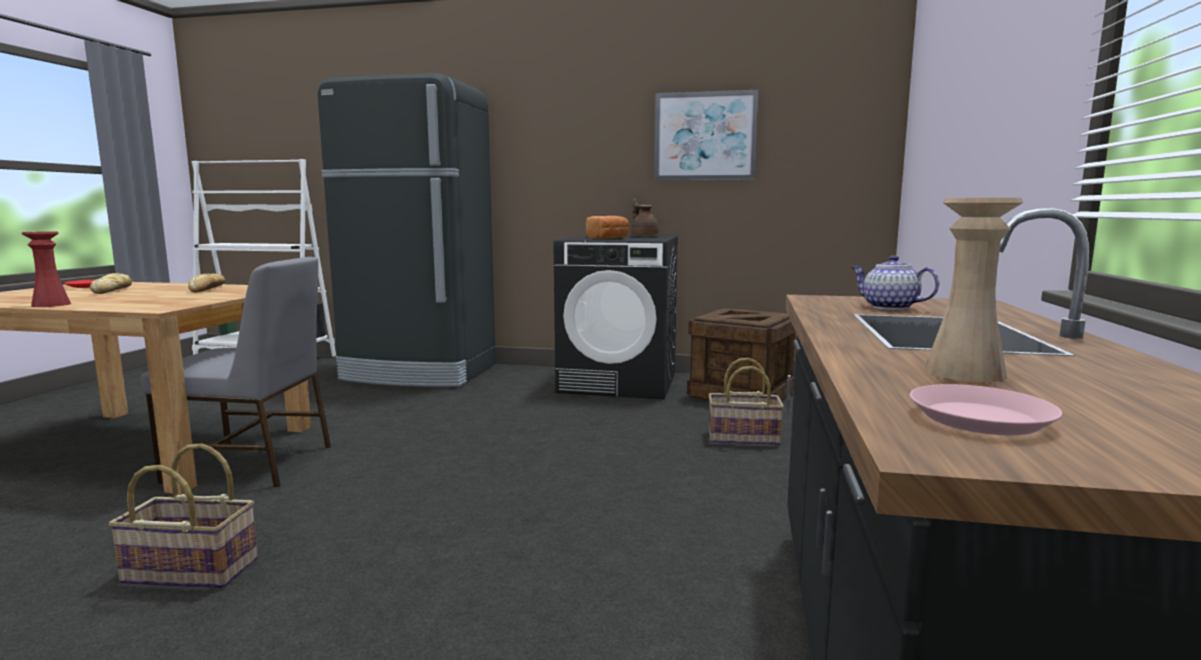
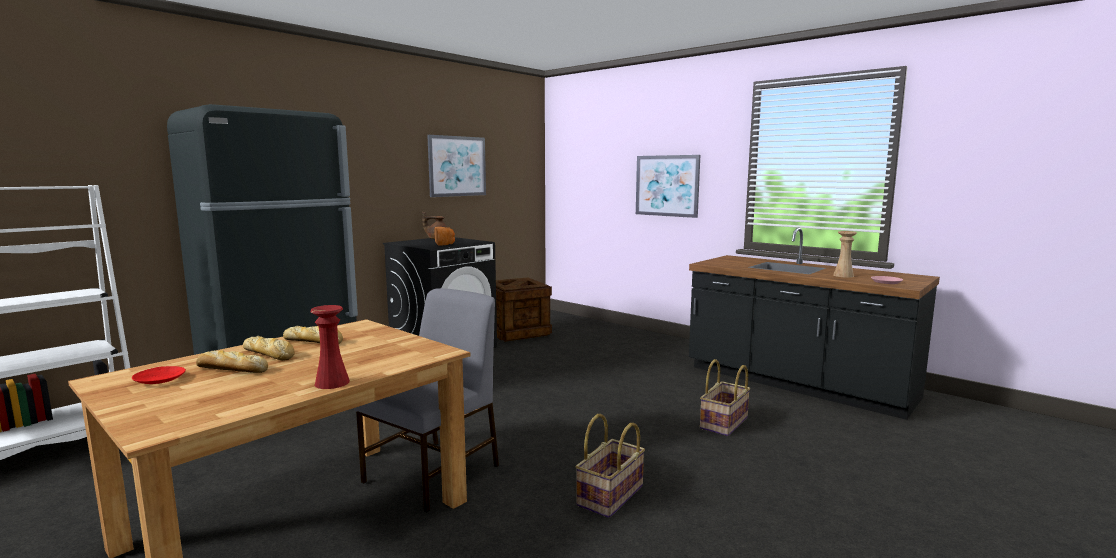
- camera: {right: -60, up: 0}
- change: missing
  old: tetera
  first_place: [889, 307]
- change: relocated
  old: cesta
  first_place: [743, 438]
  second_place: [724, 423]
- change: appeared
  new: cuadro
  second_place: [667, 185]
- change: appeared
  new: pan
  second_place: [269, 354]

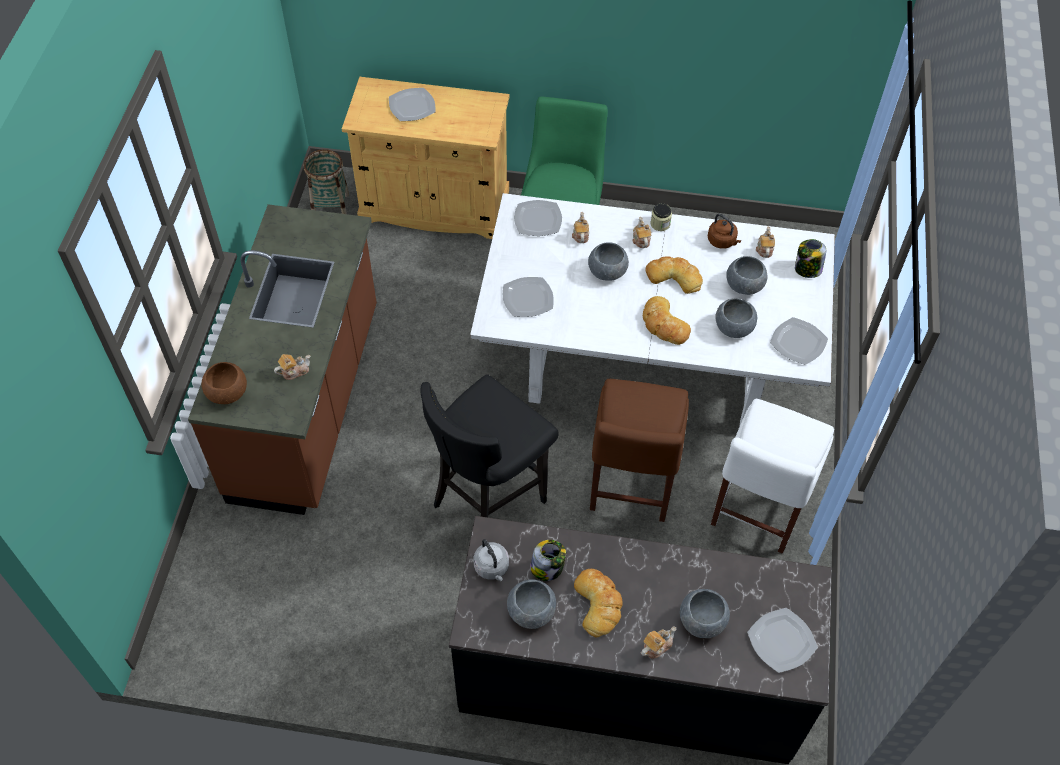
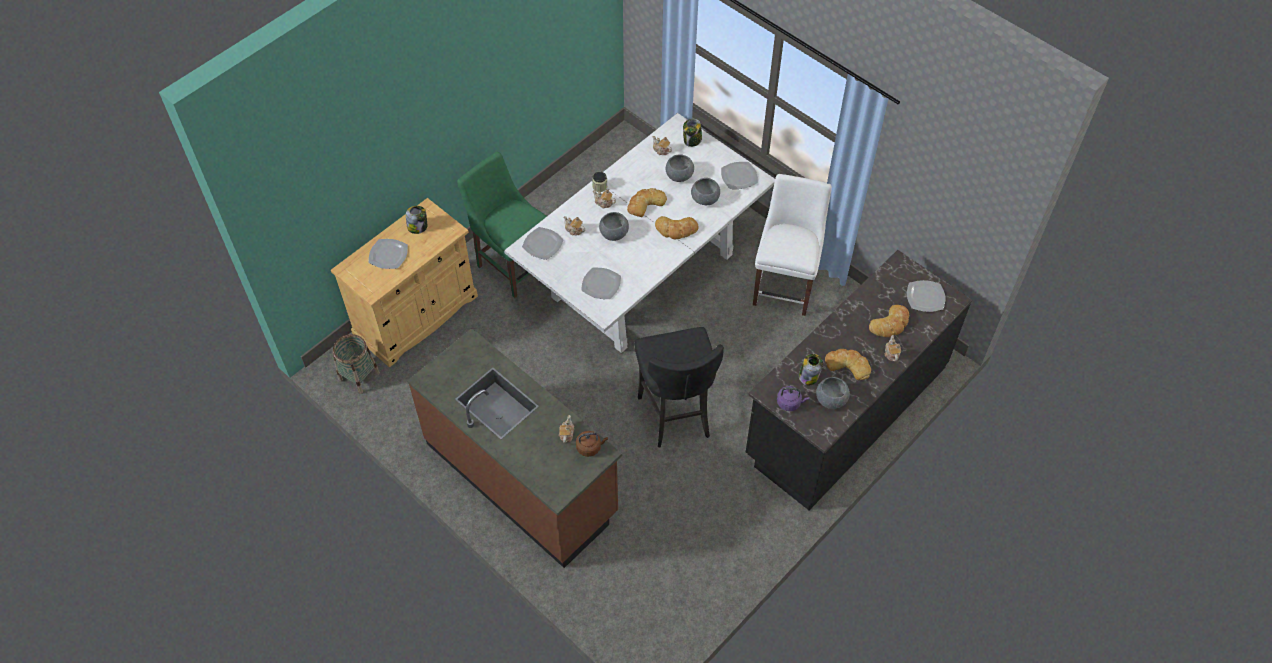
- camera: {right: -55, up: 0}
- change: relocated
  old: hervidor/marrón
  first_place: [722, 241]
  second_place: [590, 447]
- change: missing
  old: cuenco/marrón
  first_place: [227, 392]
- change: missing
  old: silla/marrón
  first_place: [630, 486]
- change: spun
  old: silla/blanco
  first_place: [756, 511]
  second_place: [785, 285]
  degrees: -135
- change: colour
  old: hervidor/gris
  new: hervidor/morado
  first_place: [492, 568]
  second_place: [790, 403]
- change: exchanged
  old: cuenco/gris
  new: pan
  first_place: [702, 621]
  second_place: [890, 324]
- change: appeared
  new: tarro
  second_place: [418, 227]

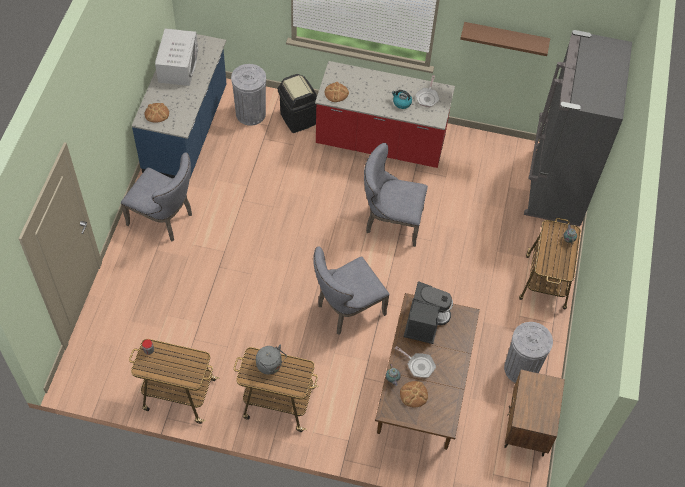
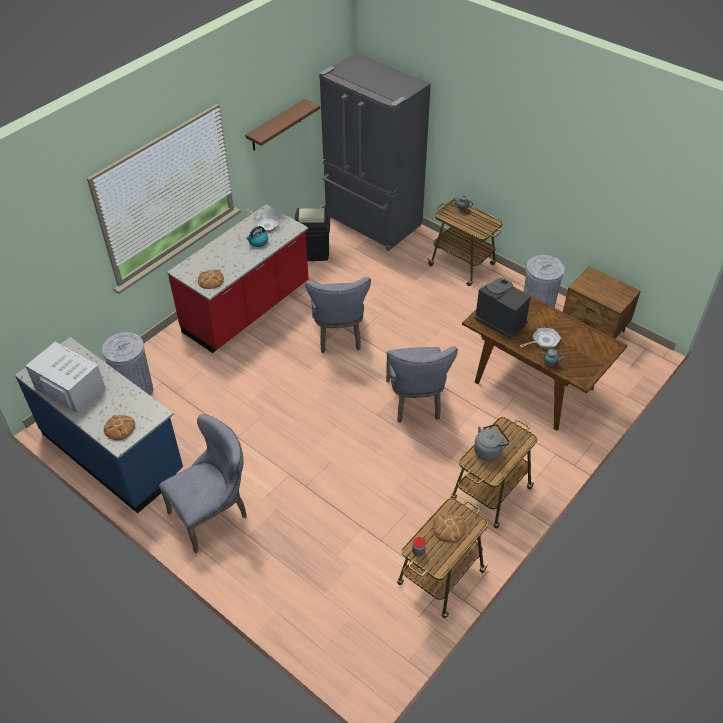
- camera: {right: -60, up: -10}
- change: relocated
  old: papelera/negro
  first_place: [297, 119]
  second_place: [313, 252]
- change: spun
  old: silla/gris
  first_place: [390, 221]
  second_place: [339, 336]
  degrees: -45
- change: relocated
  old: pan
  first_place: [414, 394]
  second_place: [449, 528]

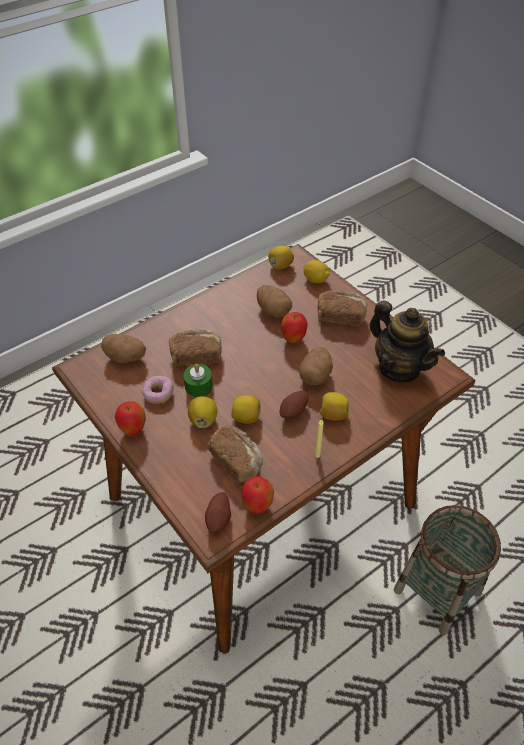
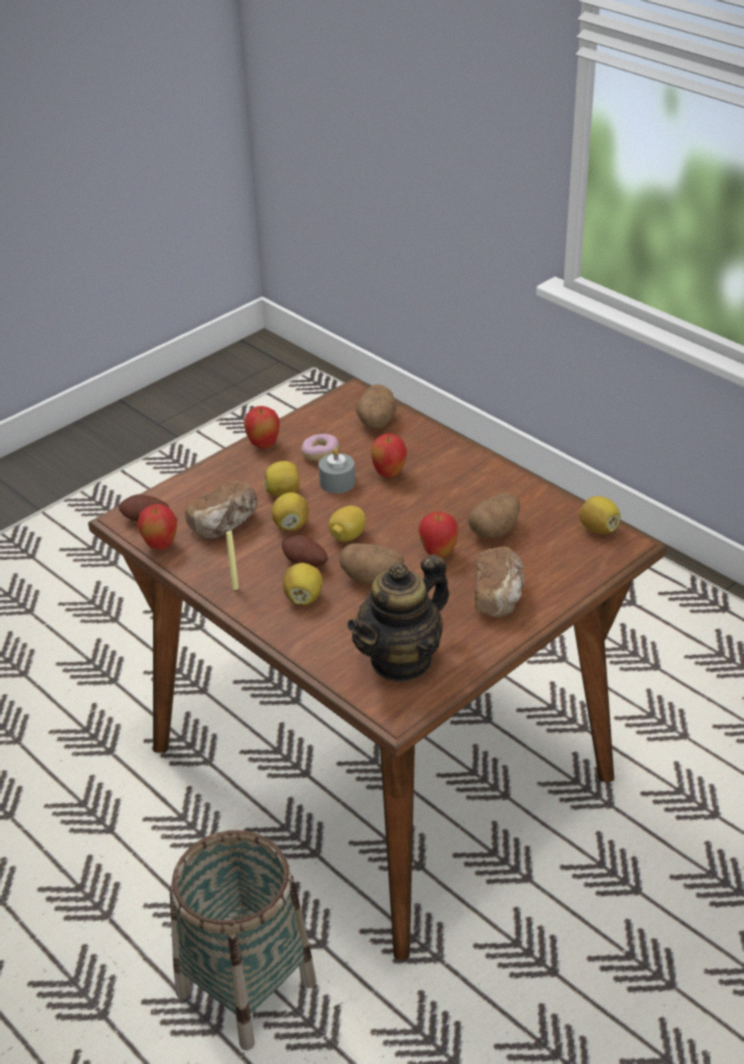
- camera: {right: 85, up: -10}
- change: relocated
  old: limón
  first_place: [316, 280]
  second_place: [347, 536]
- change: exchanged
  old: pan
  new: manzana
  first_place: [196, 356]
  second_place: [389, 474]
- change: colour
  old: vela/verde
  new: vela/gris
  first_place: [198, 386]
  second_place: [337, 482]

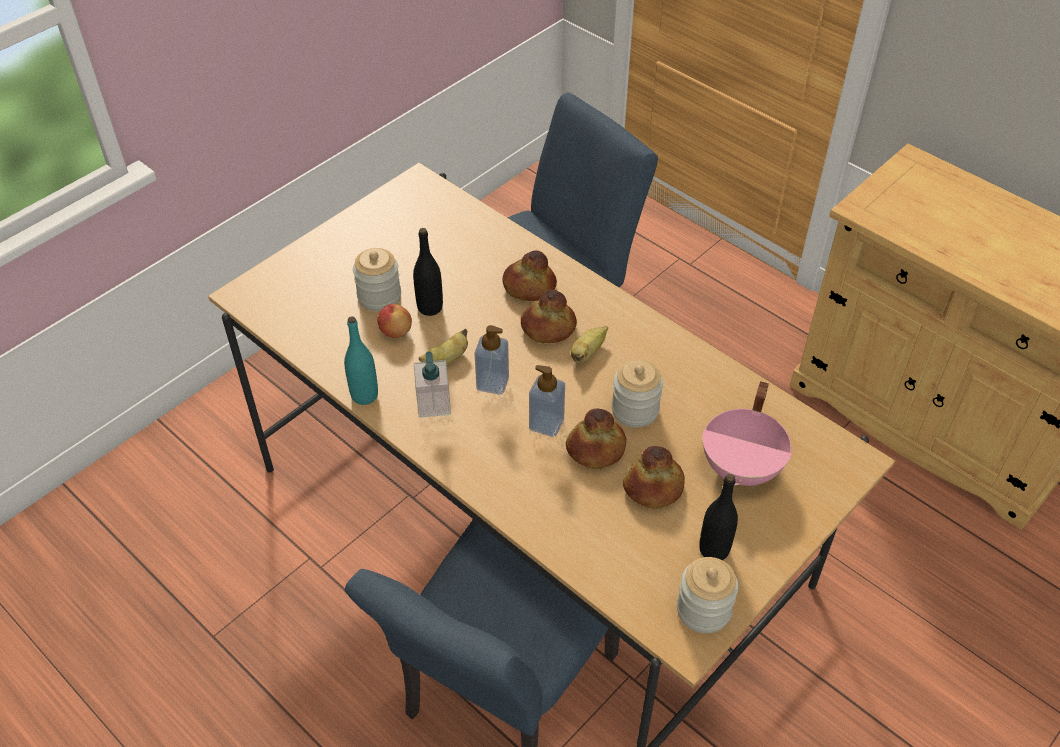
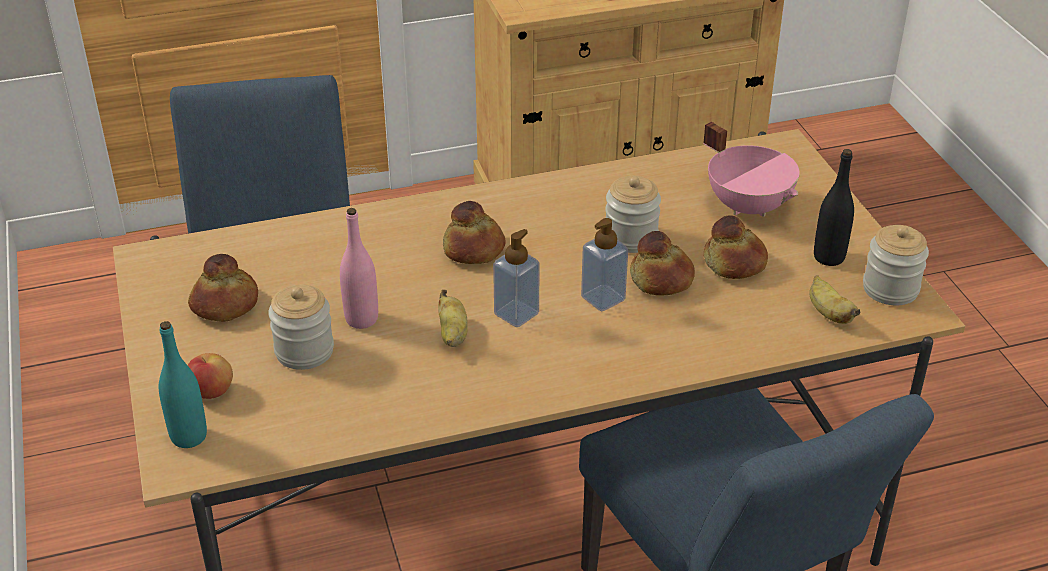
- camera: {right: -60, up: -10}
- change: colour
  old: botella/negro
  new: botella/rosa
  first_place: [430, 307]
  second_place: [361, 319]
- change: relocated
  old: pan
  first_place: [529, 286]
  second_place: [225, 305]
- change: relocated
  old: manzana
  first_place: [395, 332]
  second_place: [211, 392]
- change: relocated
  old: botella/turquesa
  first_place: [364, 395]
  second_place: [189, 436]
- change: relocated
  old: plátano
  first_place: [587, 353]
  second_place: [828, 313]
- change: missing
  old: dispensador de jabón
  first_place: [434, 404]

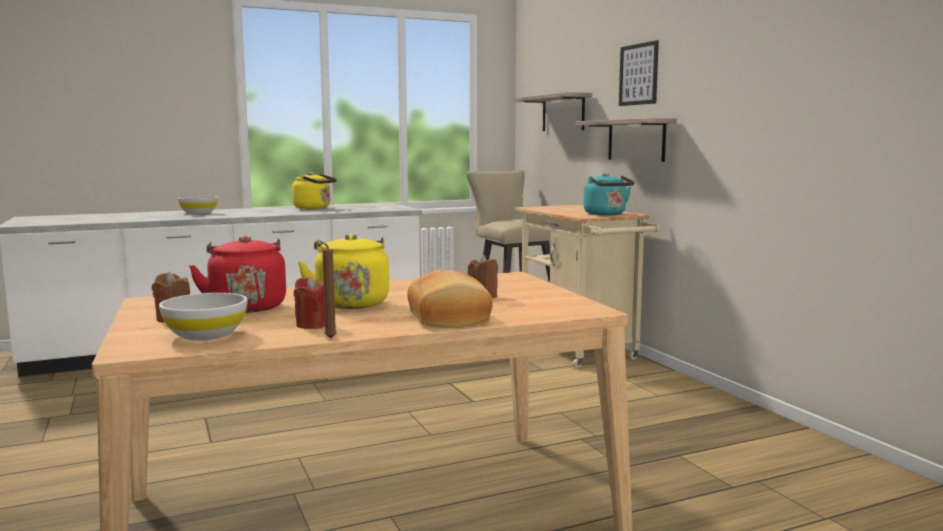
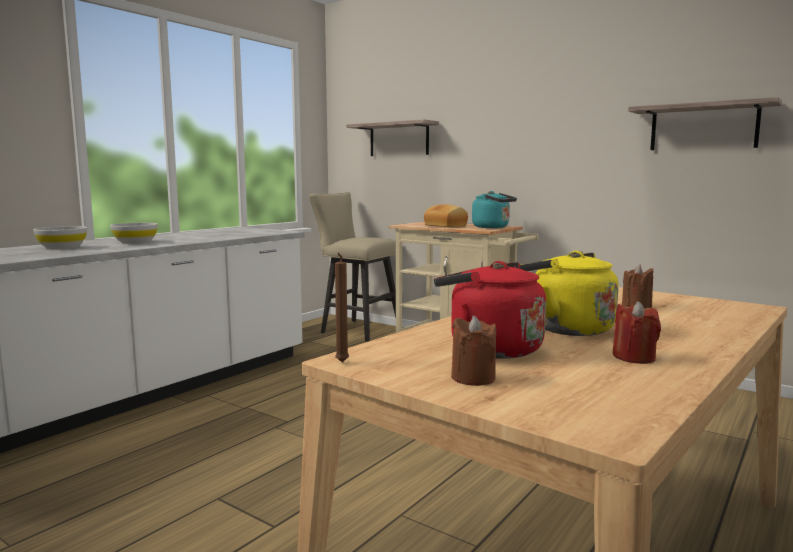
- camera: {right: -30, up: 0}
- change: missing
  old: cuadro
  first_place: [638, 74]
- change: relocated
  old: estante
  first_place: [636, 140]
  second_place: [703, 127]
- change: missing
  old: hervidor/amarillo
  first_place: [314, 208]
- change: relocated
  old: vela/marrón
  first_place: [328, 339]
  second_place: [341, 363]
- change: relocated
  old: pan
  first_place: [451, 318]
  second_place: [446, 226]
- change: relocated
  old: cuenco/blanco
  first_place: [206, 335]
  second_place: [135, 242]

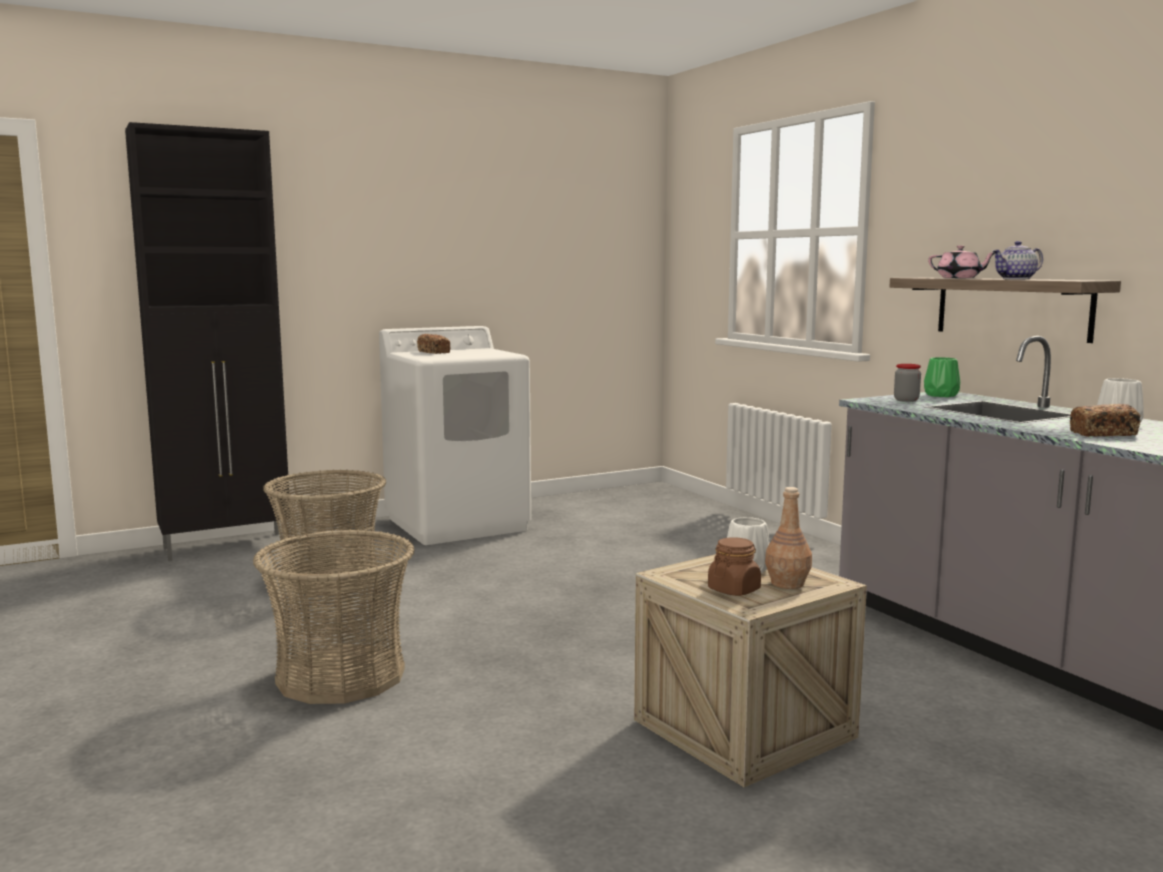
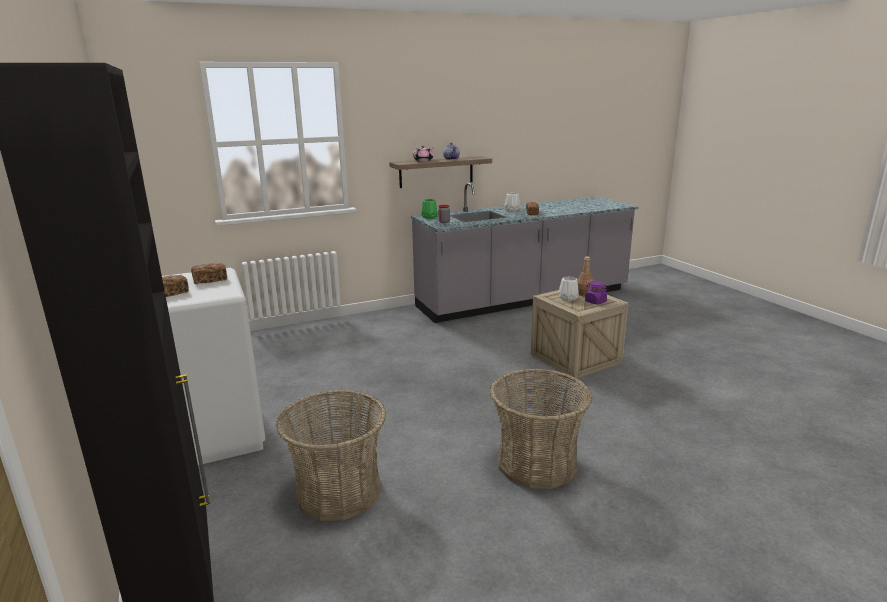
- camera: {right: -85, up: 10}
- change: colour
  old: tarro/marrón
  new: tarro/morado
  first_place: [734, 590]
  second_place: [595, 302]
- change: appeared
  new: pan
  second_place: [210, 280]

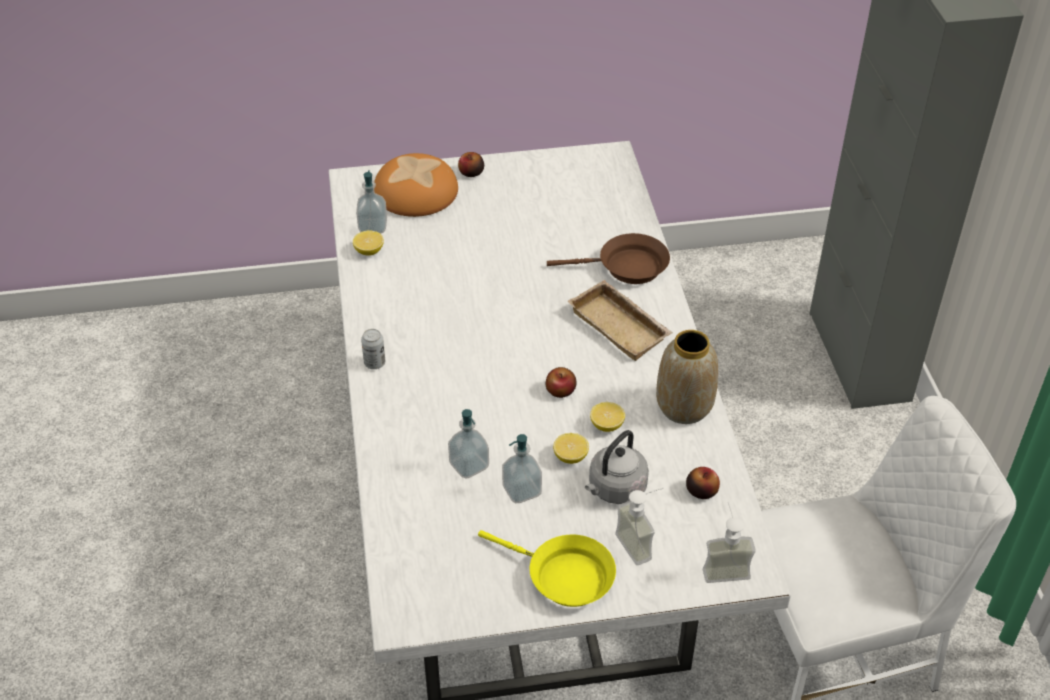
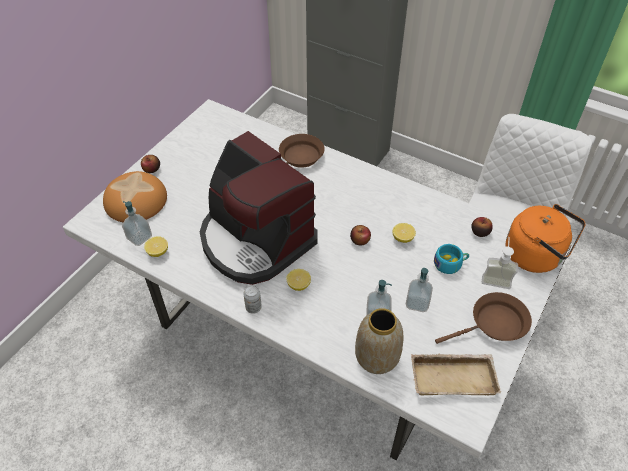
- camera: {right: -50, up: 5}
- change: relocated
  old: bandeja/beis
  first_place: [621, 326]
  second_place: [453, 376]
- change: relocated
  old: florero
  first_place: [685, 407]
  second_place: [377, 358]
- change: exchanged
  old: hervidor/gris
  new: taza/turquesa
  first_place: [615, 489]
  second_place: [450, 264]
- change: relocated
  old: limón
  first_place: [570, 457]
  second_place: [298, 285]
- change: exchanged
  old: dispensador de jabón
  new: hervidor/naranja
  first_place: [724, 566]
  second_place: [536, 256]
- change: colour
  old: sartén/amarillo
  new: sartén/marrón
  first_place: [564, 577]
  second_place: [494, 324]
- change: appeared
  new: cafetera
  second_place: [255, 240]

